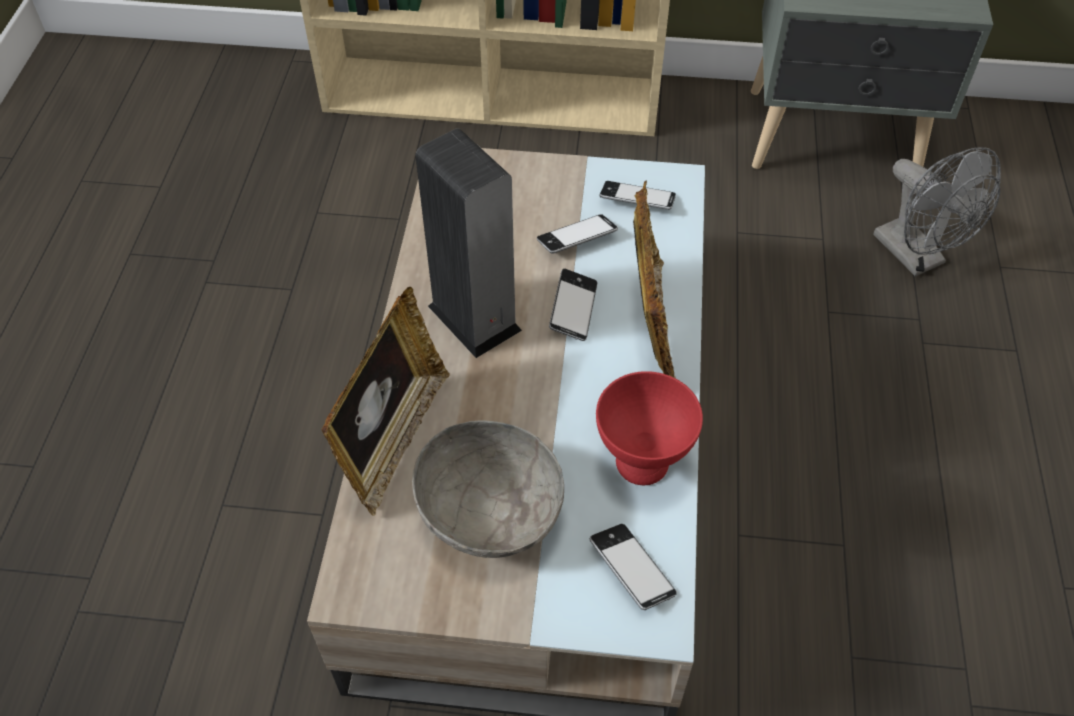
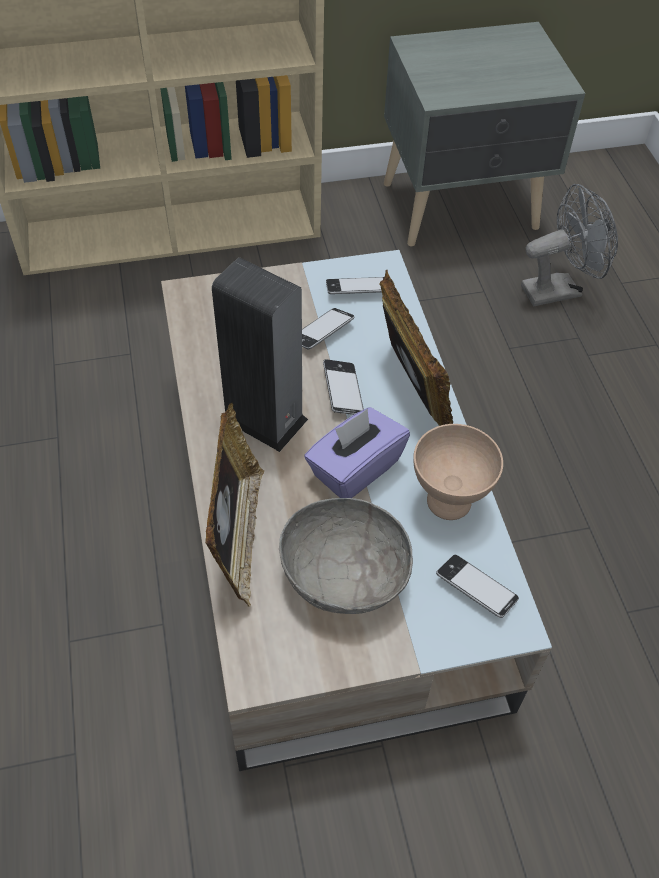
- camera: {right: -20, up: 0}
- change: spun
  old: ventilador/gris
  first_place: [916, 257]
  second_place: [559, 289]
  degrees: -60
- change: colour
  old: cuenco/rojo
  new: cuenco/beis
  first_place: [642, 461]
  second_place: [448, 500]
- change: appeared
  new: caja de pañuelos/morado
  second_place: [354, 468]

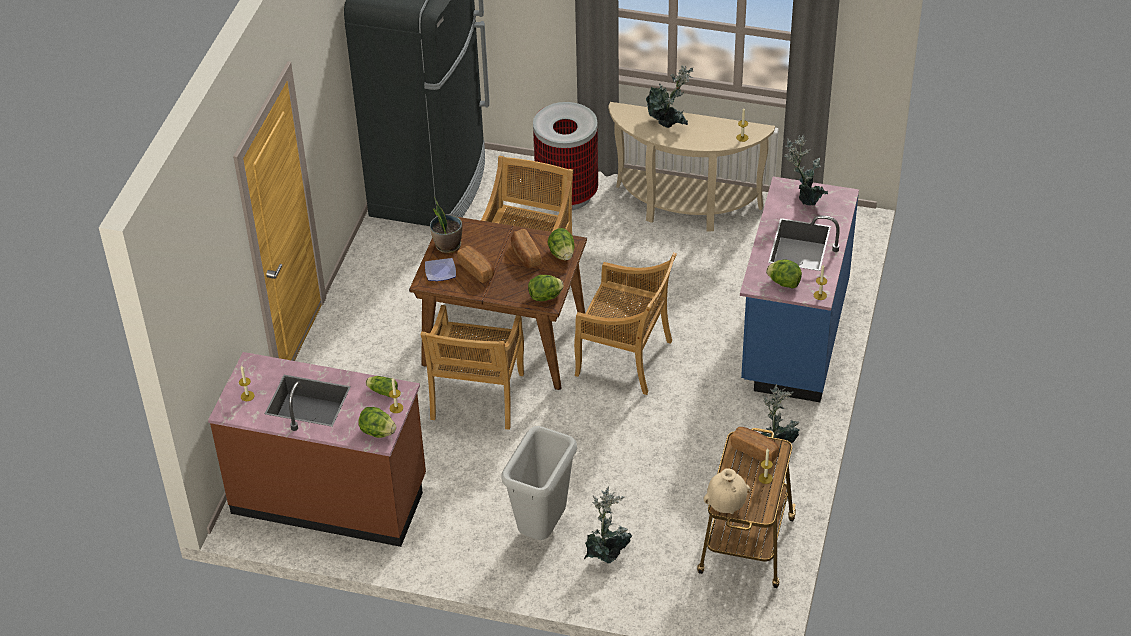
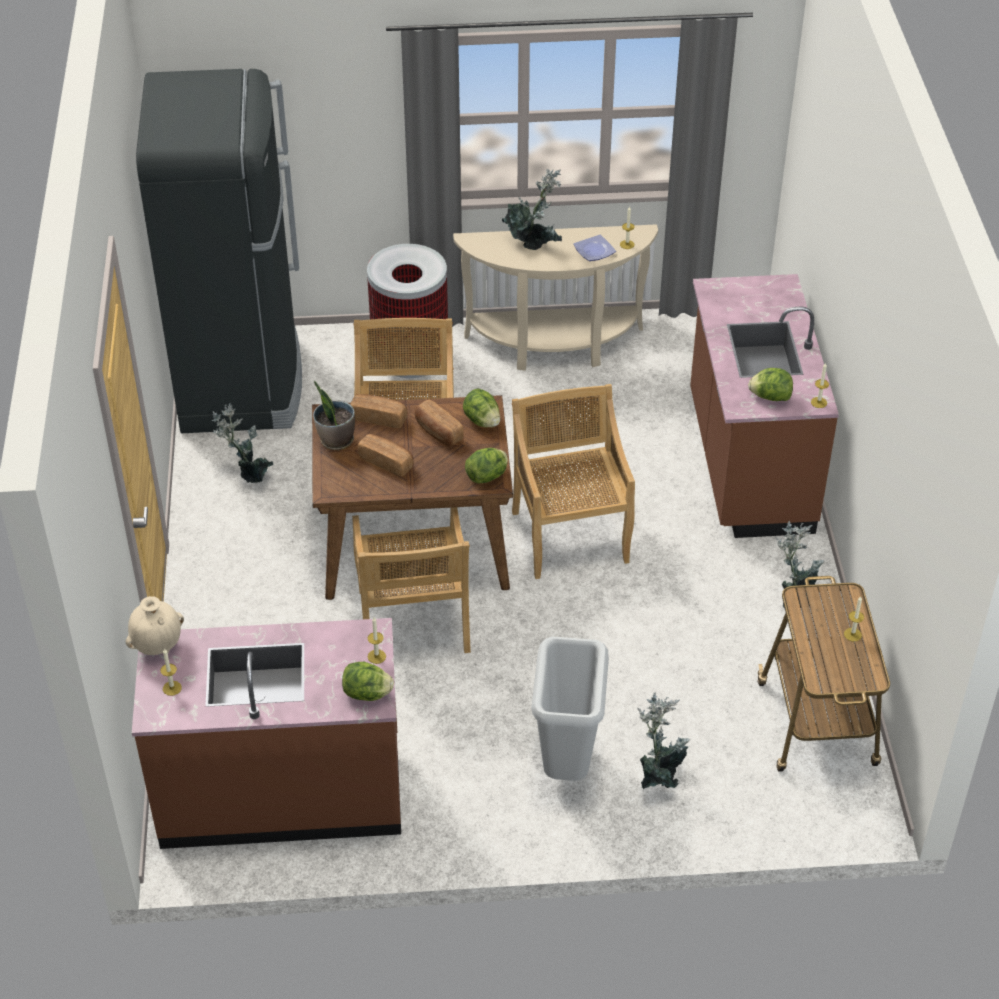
- camera: {right: -20, up: 0}
- change: relocated
  old: planta en maceta
  first_place: [805, 199]
  second_place: [249, 476]
- change: colour
  old: mueble bajo de cocina/azul
  new: mueble bajo de cocina/marrón
  first_place: [793, 335]
  second_place: [747, 464]
- change: spun
  old: silla/beis
  first_place: [625, 359]
  second_place: [569, 535]
  degrees: -105
- change: relocated
  old: plato
  first_place: [441, 272]
  second_place: [595, 251]
- change: missing
  old: lechuga
  first_place: [382, 391]
- change: relocated
  old: pan
  first_place: [755, 450]
  second_place: [379, 418]
- change: relocated
  old: florero/beis
  first_place: [726, 506]
  second_place: [158, 646]

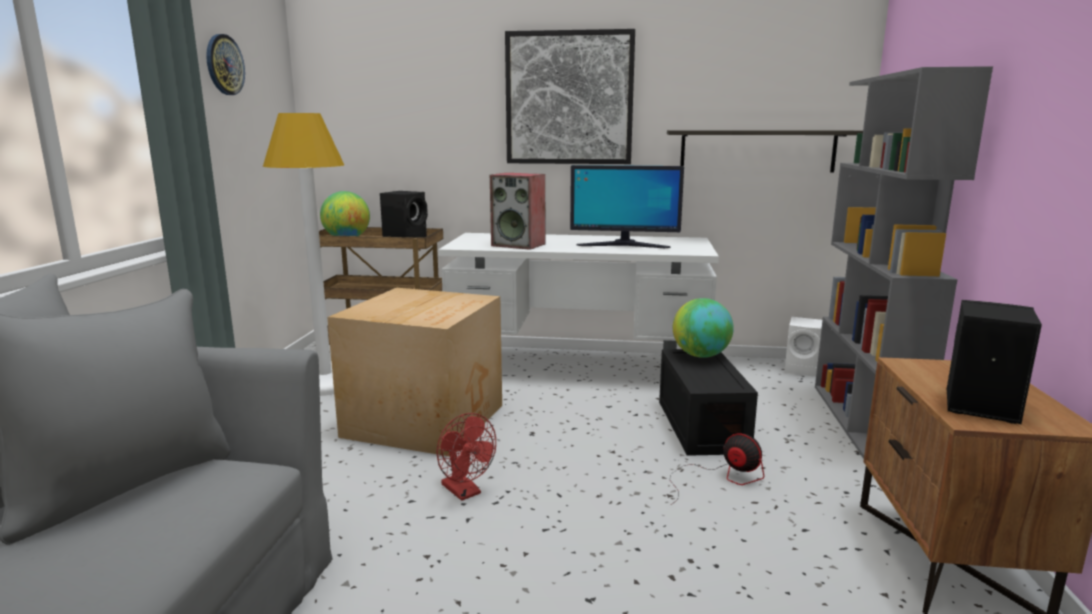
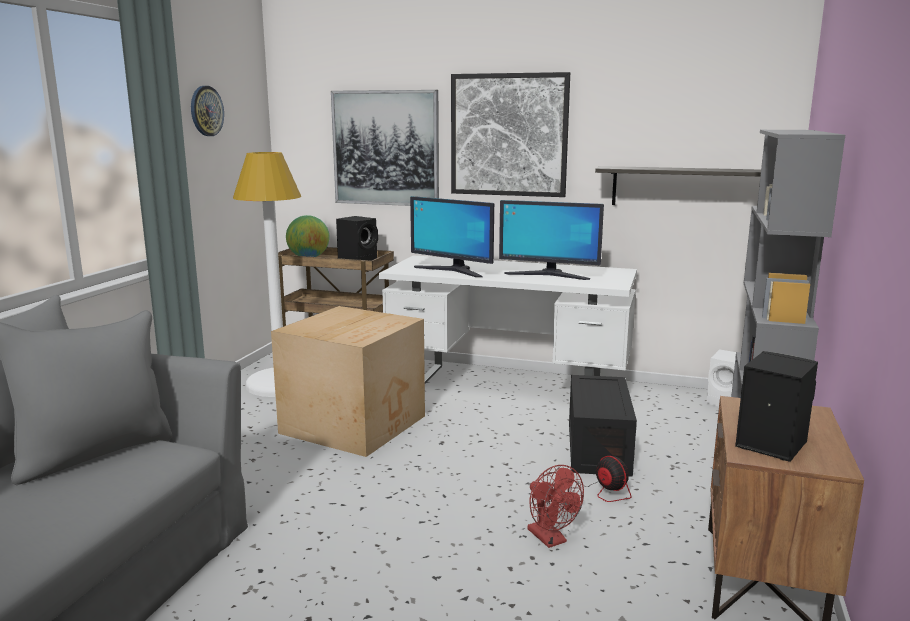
- camera: {right: 10, up: 0}
- change: exchanged
  old: altavoz
  new: monitor
  first_place: [519, 245]
  second_place: [453, 271]
- change: missing
  old: globo terráqueo
  first_place: [700, 355]
- change: relocated
  old: ventilador/rojo
  first_place: [465, 492]
  second_place: [551, 539]
- change: appeared
  new: cuadro
  second_place: [385, 148]

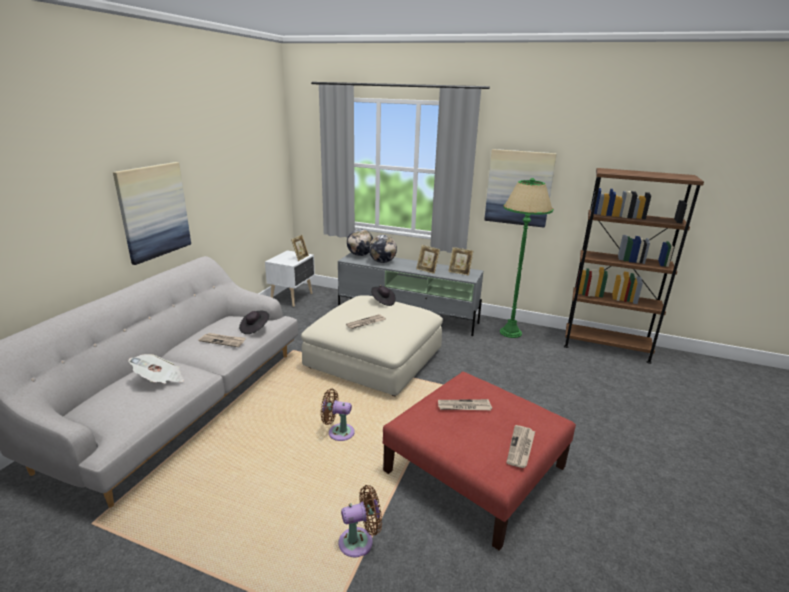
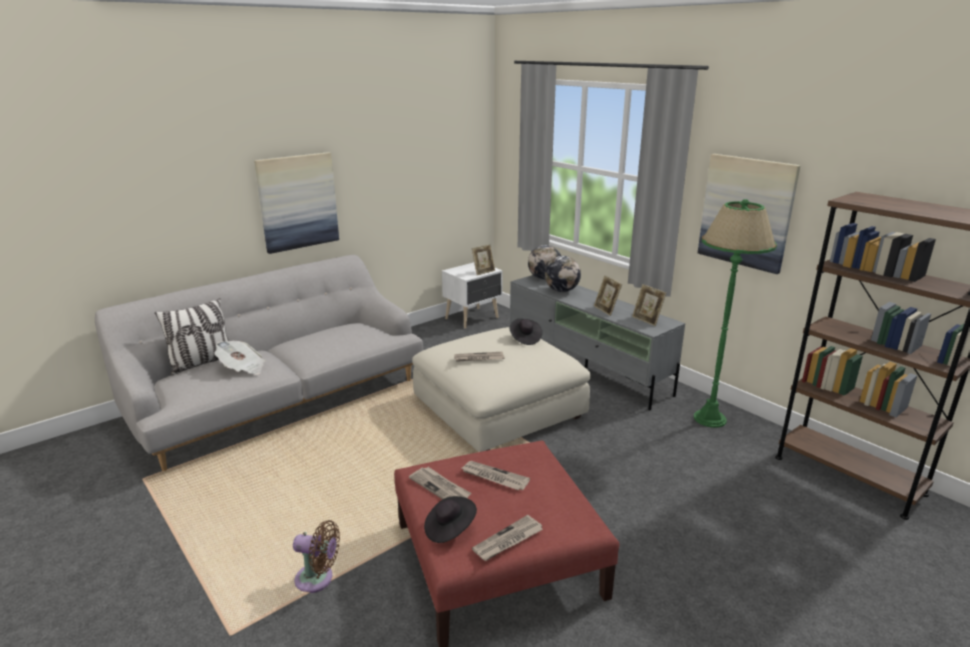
- camera: {right: 30, up: 0}
- change: relocated
  old: sombrero/negro
  first_place: [254, 328]
  second_place: [449, 529]
- change: relocated
  old: periódico
  first_place: [223, 341]
  second_place: [440, 487]
- change: missing
  old: ventilador/marrón
  first_place: [338, 432]
- change: appeared
  new: cojín
  second_place: [202, 363]

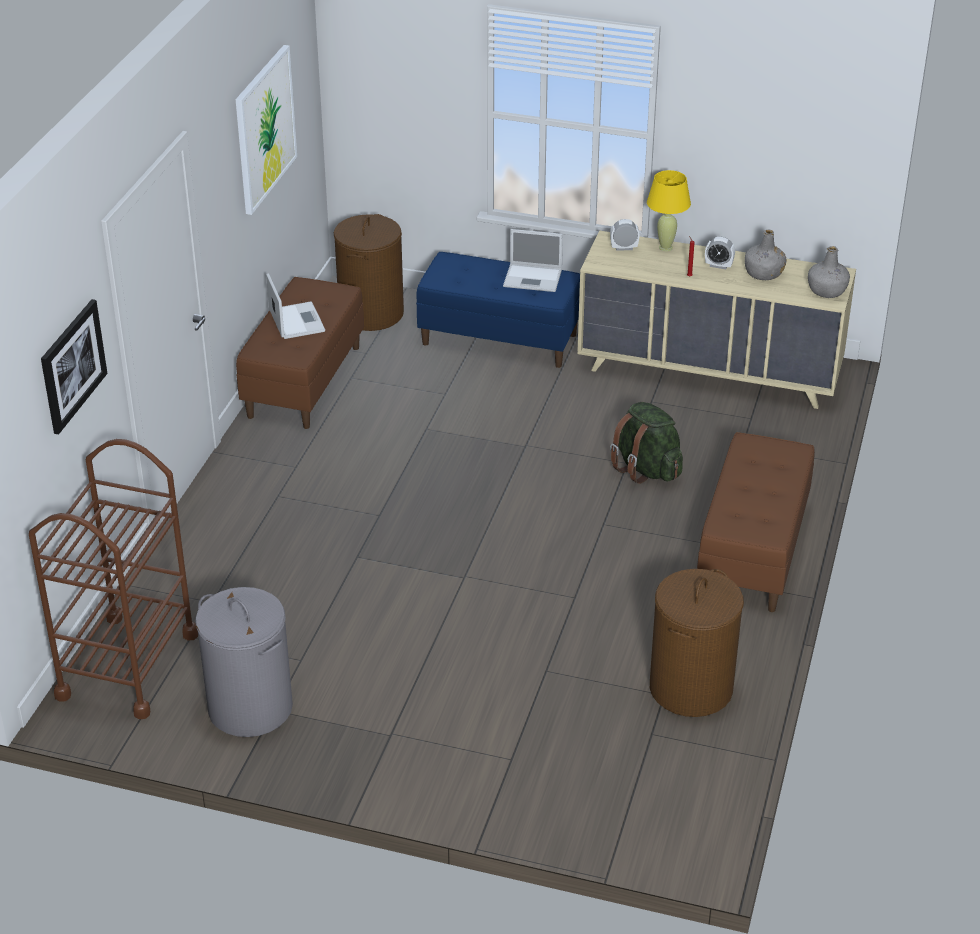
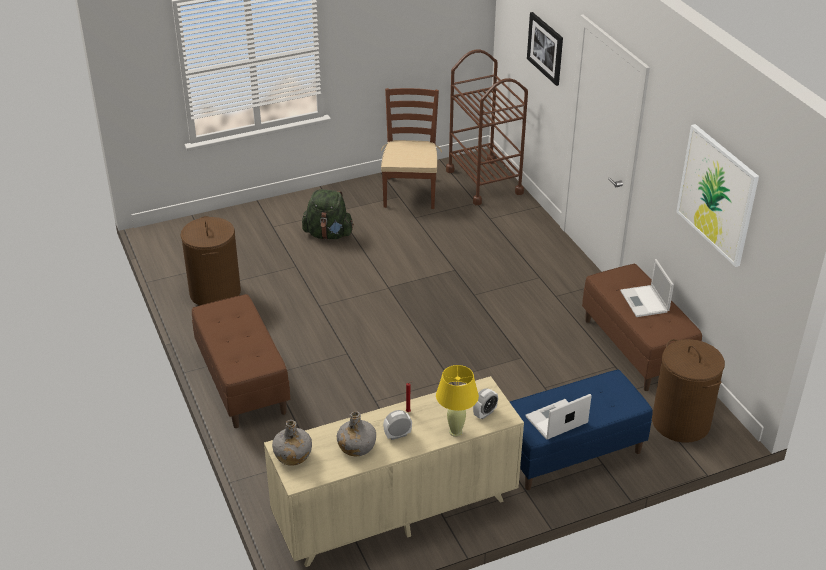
- camera: {right: 140, up: 0}
- change: spun
  old: portátil
  first_place: [296, 320]
  second_place: [645, 302]
  degrees: 45
- change: relocated
  old: mochila/verde
  first_place: [646, 469]
  second_place: [328, 234]
- change: exchanged
  old: cesto de la ropa/gris
  new: silla/marrón
  first_place: [249, 708]
  second_place: [410, 192]

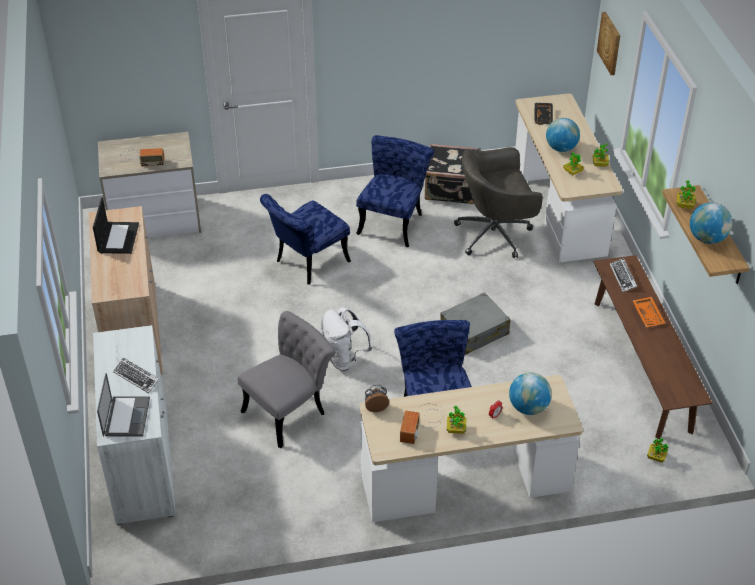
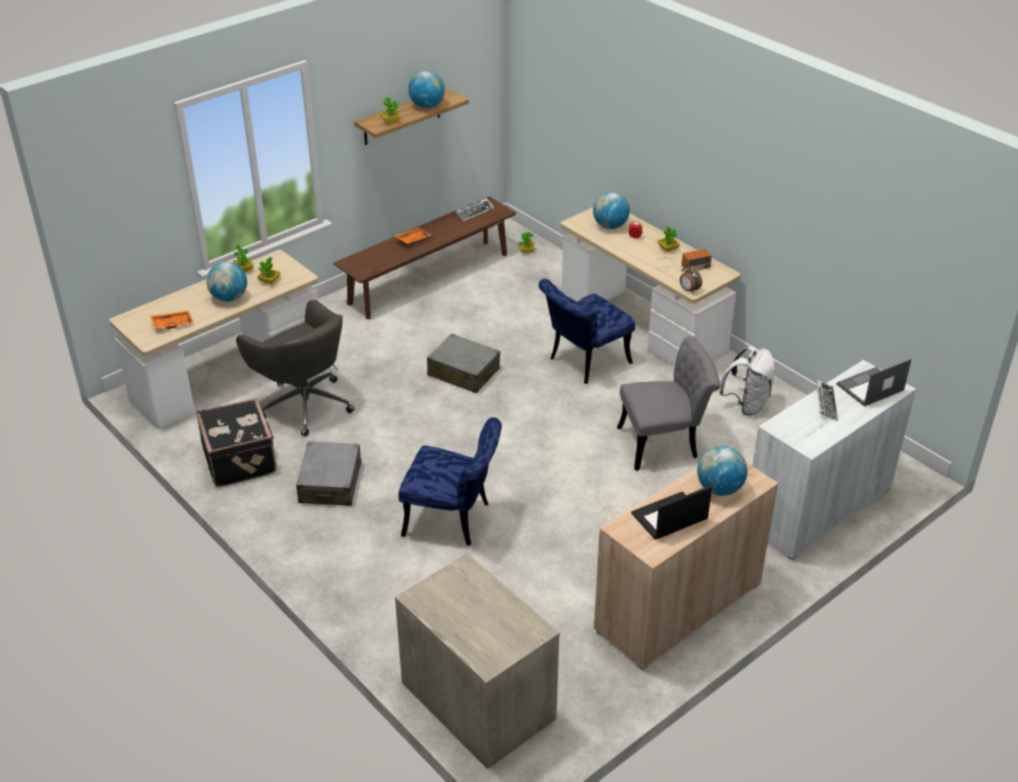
- camera: {right: -120, up: -5}
- change: missing
  old: cuadro
  first_place: [610, 43]
- change: colour
  old: bandeja/negro
  new: bandeja/naranja
  first_place: [543, 117]
  second_place: [172, 323]
- change: exchanged
  old: silla/azul
  new: maleta/gris
  first_place: [393, 221]
  second_place: [330, 483]
- change: missing
  old: radio
  first_place: [141, 158]
- change: relocated
  old: teclado
  first_place: [623, 277]
  second_place: [474, 212]
- change: relocated
  old: mochila/blanco
  first_place: [344, 358]
  second_place: [746, 405]
- change: spun
  old: silla/gris
  first_place: [290, 410]
  second_place: [665, 443]
  degrees: 150
- change: appeared
  new: globo terráqueo
  second_place: [719, 489]

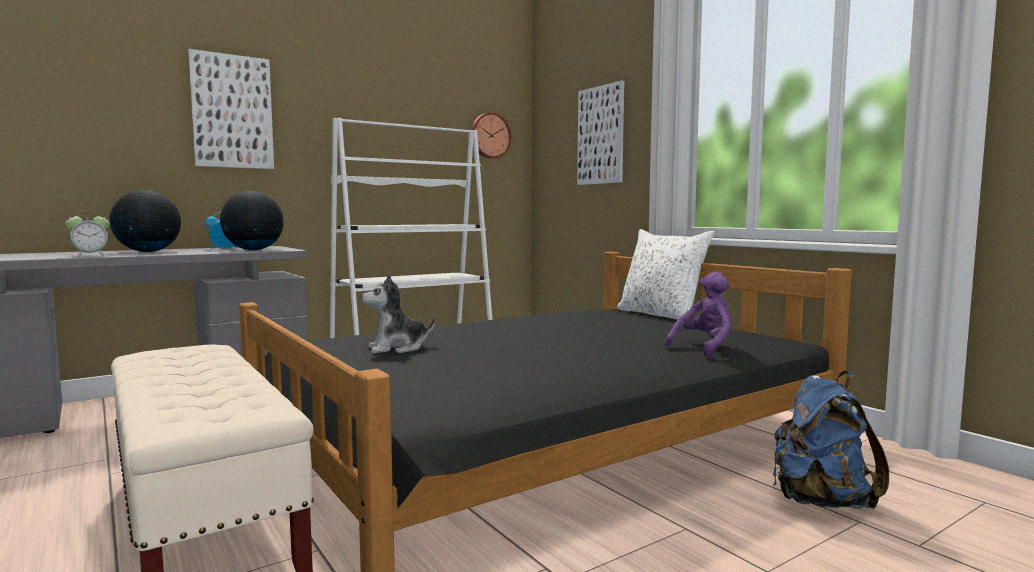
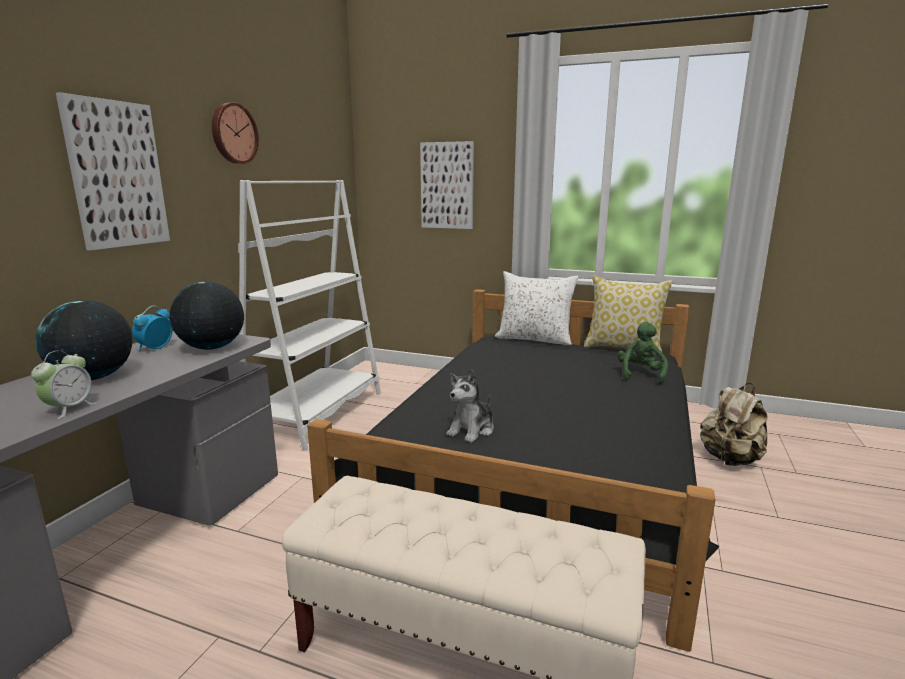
- camera: {right: -35, up: 10}
- change: relocated
  old: reloj de pared
  first_place: [489, 135]
  second_place: [233, 133]
- change: colour
  old: peluche/morado
  new: peluche/verde
  first_place: [704, 347]
  second_place: [640, 374]
- change: colour
  old: mochila/azul
  new: mochila/beis
  first_place: [820, 501]
  second_place: [730, 459]
- change: appeared
  new: cojín
  second_place: [623, 348]

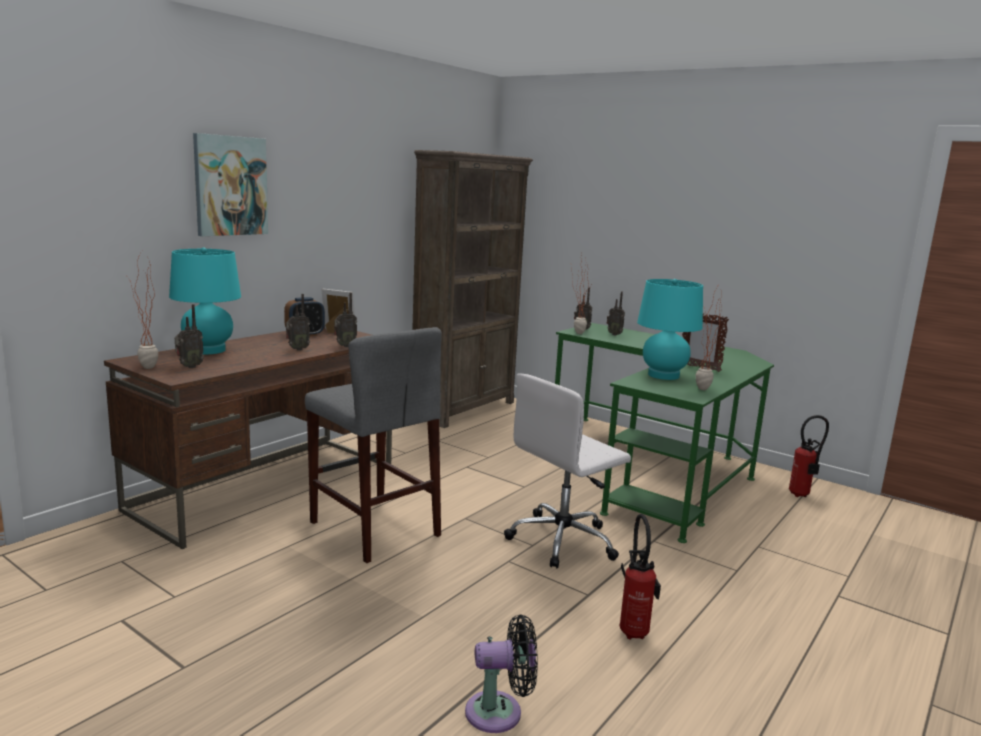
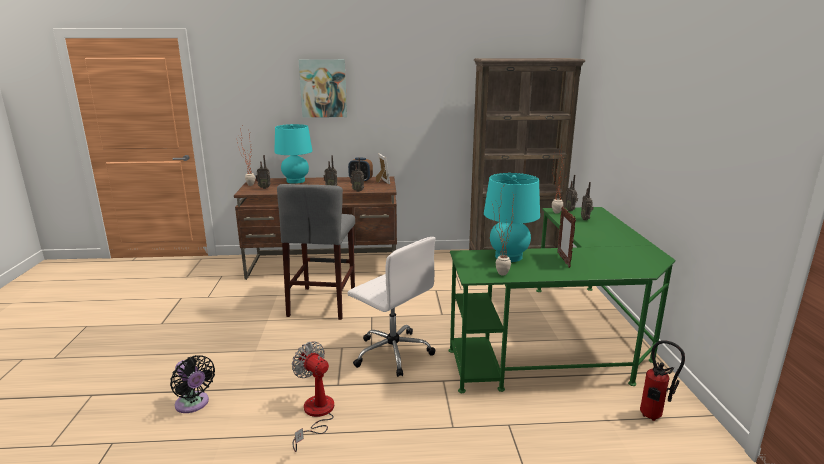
- camera: {right: 50, up: 5}
- change: spun
  old: silla de oficina/blanco
  first_place: [563, 540]
  second_place: [392, 352]
  degrees: -150
- change: exchanged
  old: extintor
  new: ventilador
  first_place: [634, 631]
  second_place: [315, 414]

